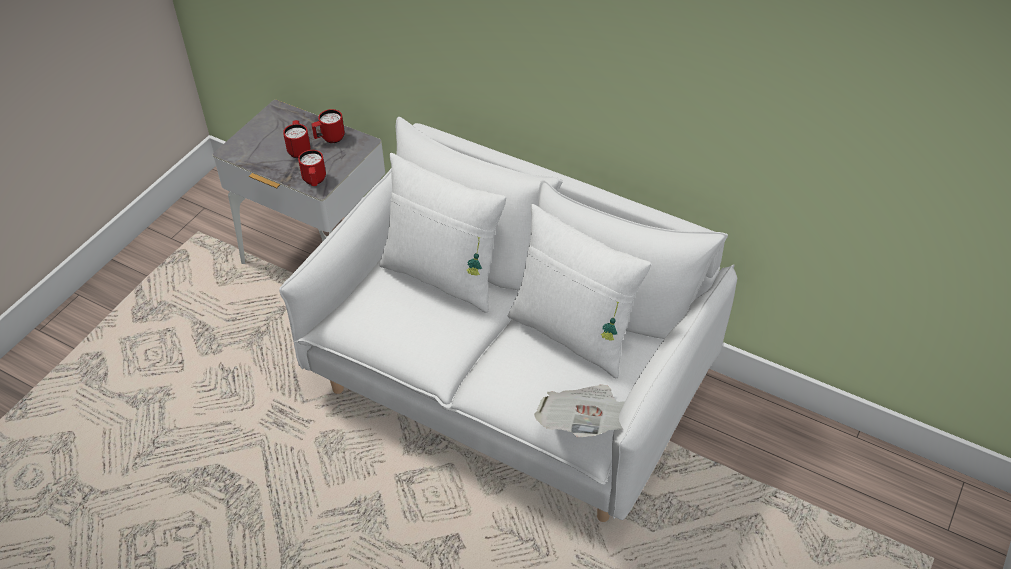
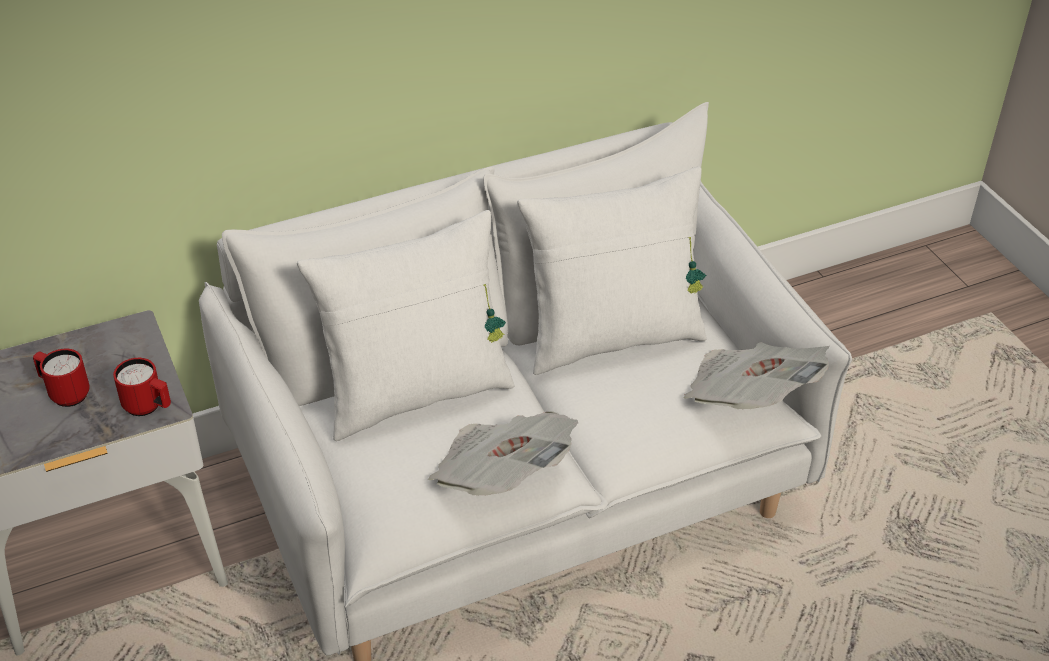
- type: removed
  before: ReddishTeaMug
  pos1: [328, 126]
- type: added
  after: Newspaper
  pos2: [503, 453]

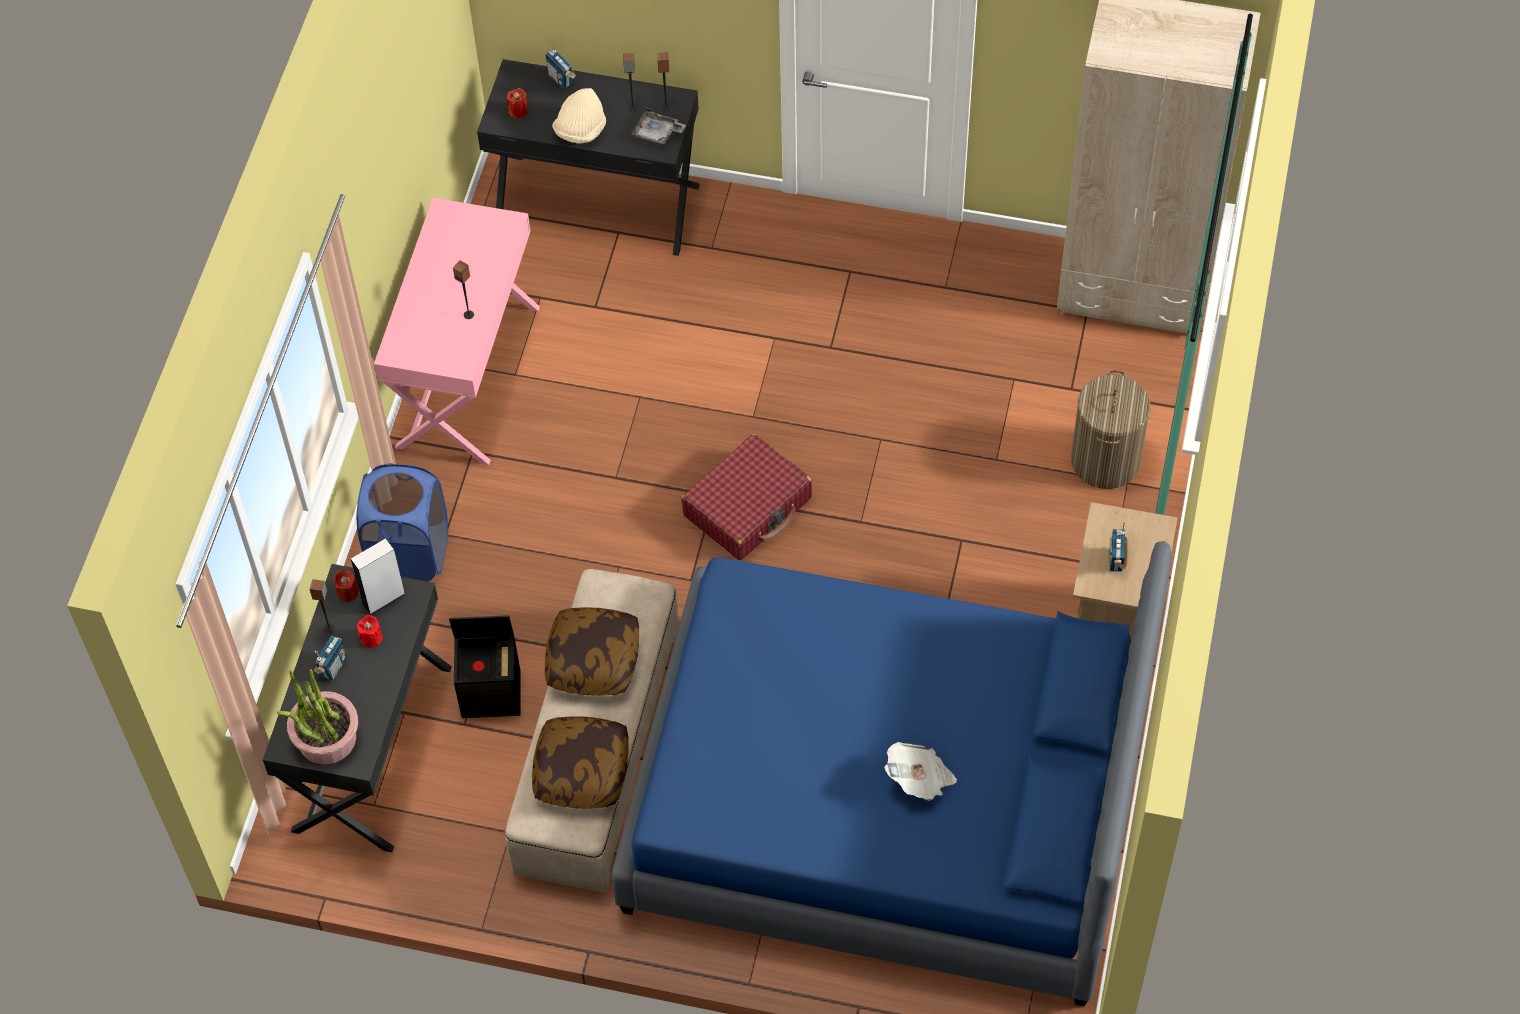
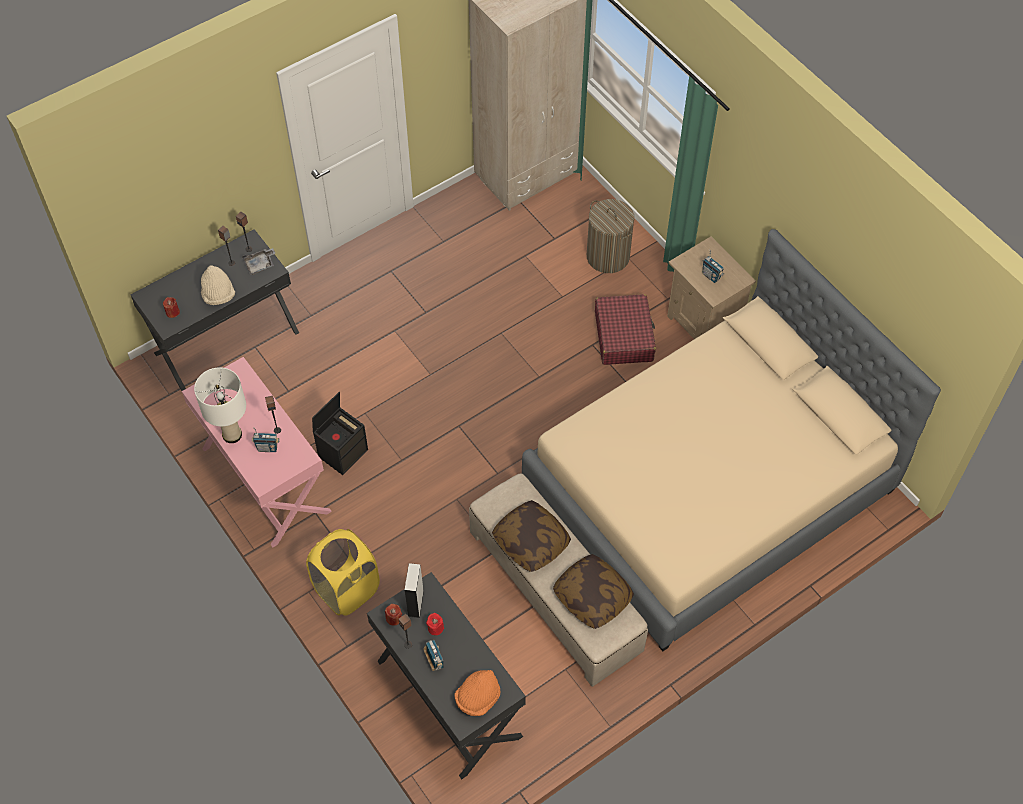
- type: moved
  before: RadioReceiver
  pos1: [560, 64]
  pos2: [265, 439]
- type: moved
  before: ReddishSuitcase
  pos1: [746, 497]
  pos2: [625, 329]
- type: recoloured
  before: BluishWashingBasket
  after: YellowColouredWashingBasket
  pos1: [402, 522]
  pos2: [343, 572]
- type: recoloured
  before: BluishBedroomBed
  after: BeigeColouredBedroomBed
  pos1: [892, 773]
  pos2: [731, 440]
- type: moved
  before: BlackStorageBox
  pos1: [485, 666]
  pos2: [340, 433]
- type: replaced
  before: PottedPlant
  after: OrangeColouredWearableHat
  pos1: [317, 717]
  pos2: [477, 693]
- type: removed
  before: Newspaper
  pos1: [920, 771]
- type: added
  after: WhiteLampForATable
  pos2: [220, 405]

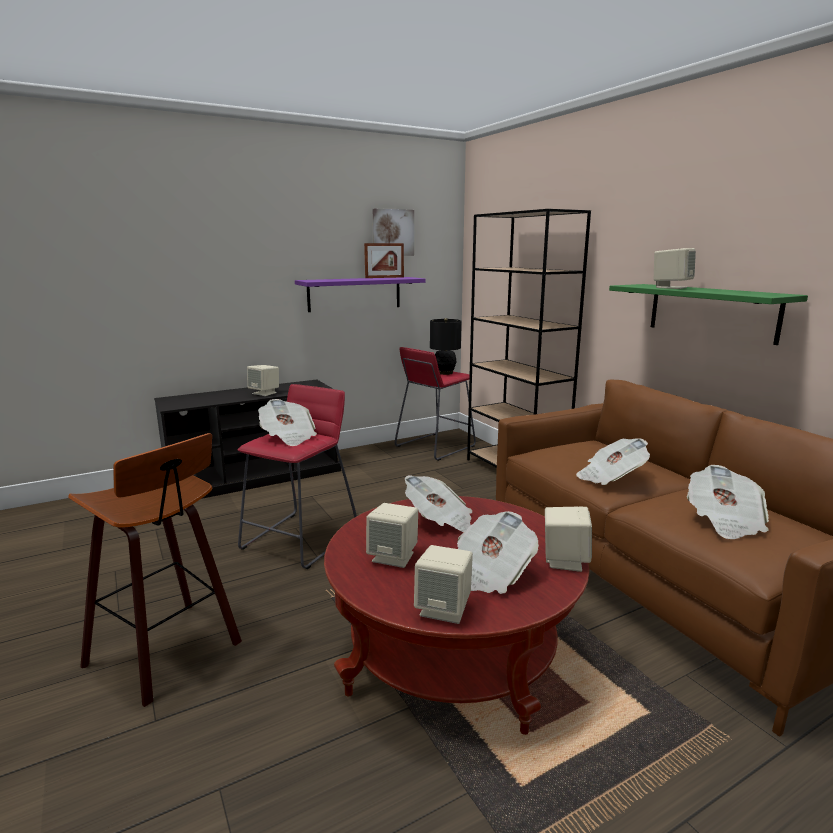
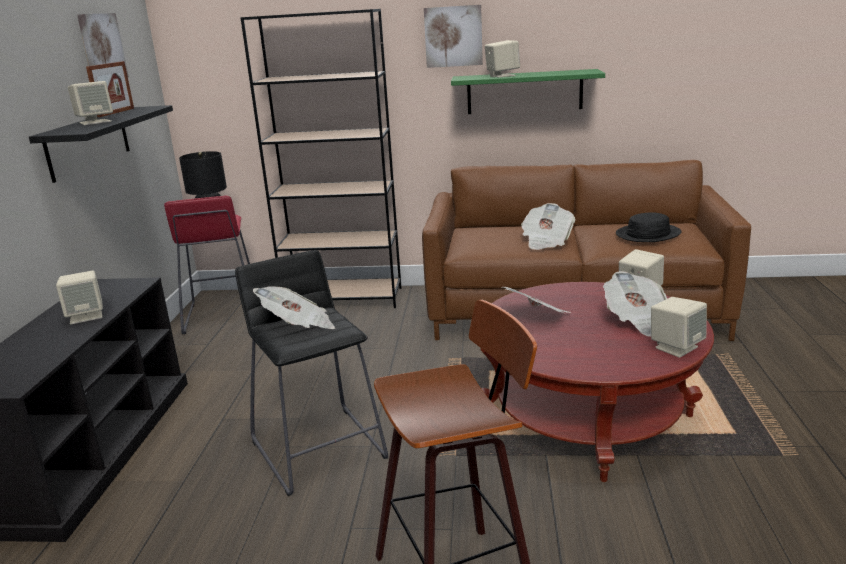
- type: recoloured
  before: PurplishBracketShelf
  after: BlackBracketShelf
  pos1: [360, 294]
  pos2: [101, 144]
- type: recoloured
  before: ReddishSittingStool
  after: BlackSittingStool
  pos1: [297, 476]
  pos2: [311, 373]
- type: replaced
  before: Newspaper
  after: BlackWearableHat
  pos1: [728, 502]
  pos2: [648, 227]
- type: moved
  before: BeigeColouredSpeaker
  pos1: [392, 535]
  pos2: [90, 103]
- type: added
  after: WallPicture
  pos2: [453, 36]

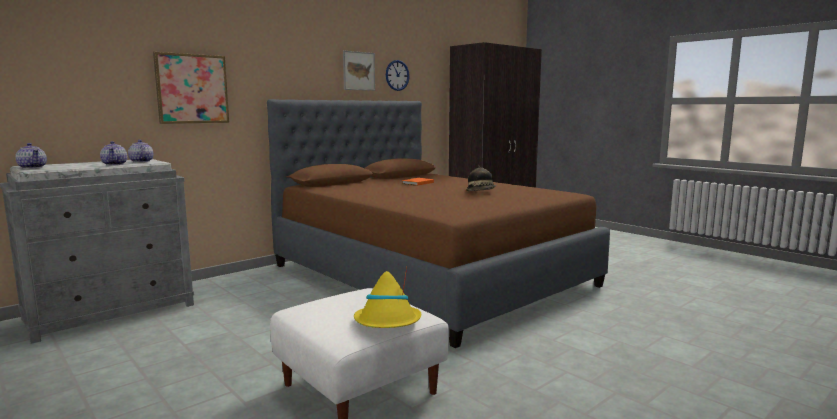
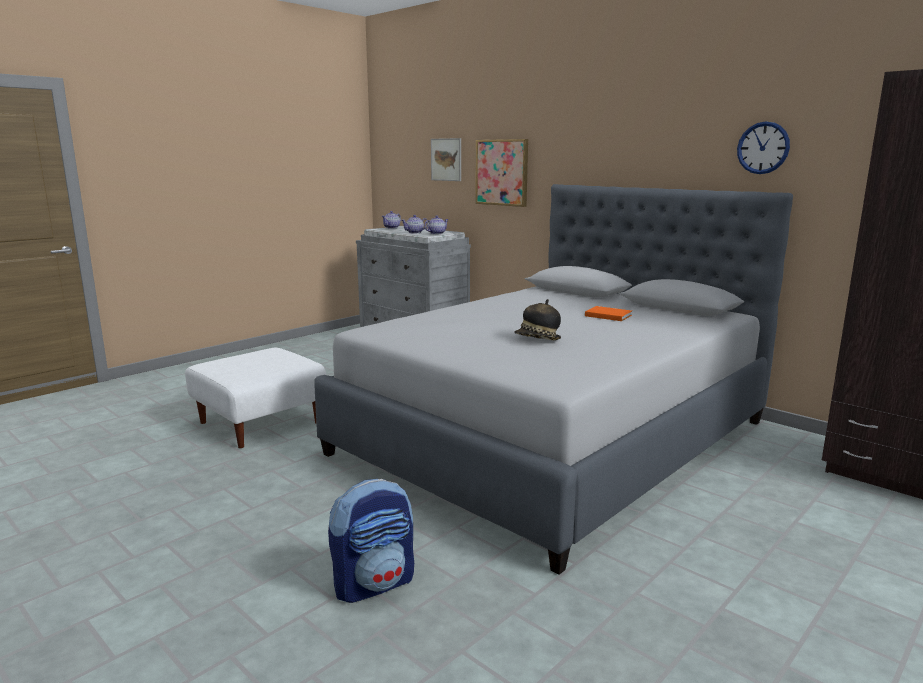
- type: moved
  before: WallPicture
  pos1: [359, 71]
  pos2: [446, 159]
- type: recoloured
  before: BrownColouredBedroomBed
  after: GreyBedroomBed
  pos1: [438, 223]
  pos2: [553, 379]
- type: removed
  before: YellowColouredWearableHat
  pos1: [387, 297]
- type: added
  after: Knapsack
  pos2: [371, 541]

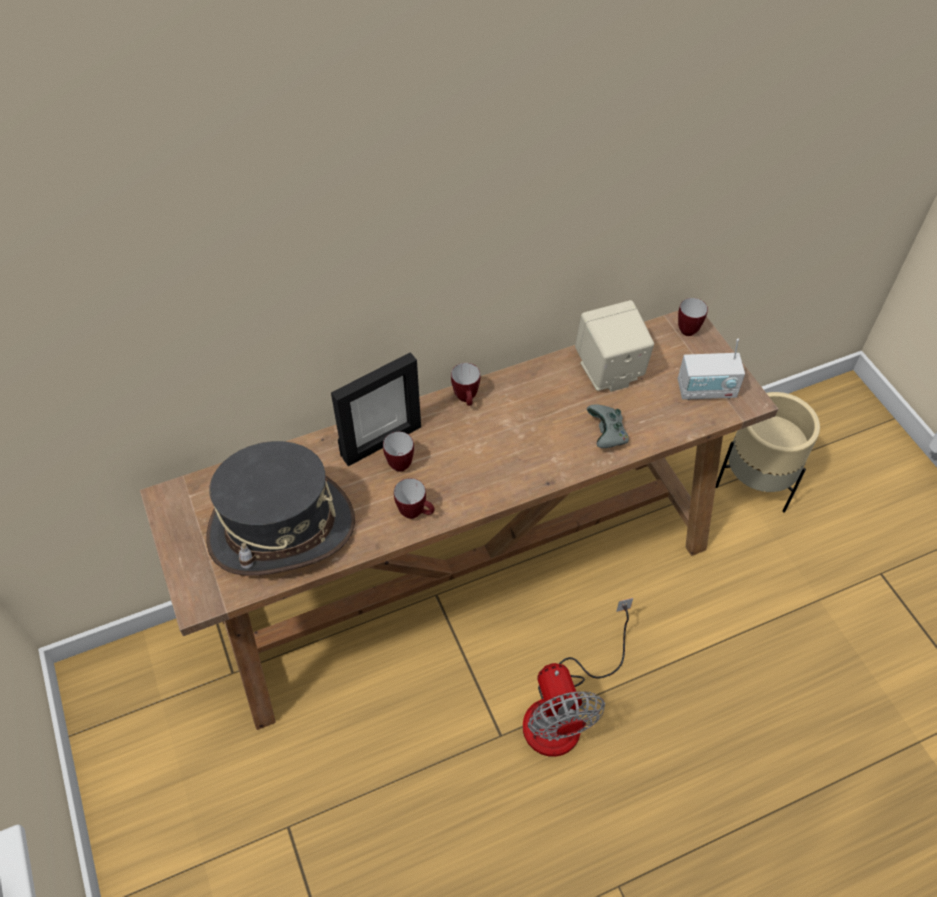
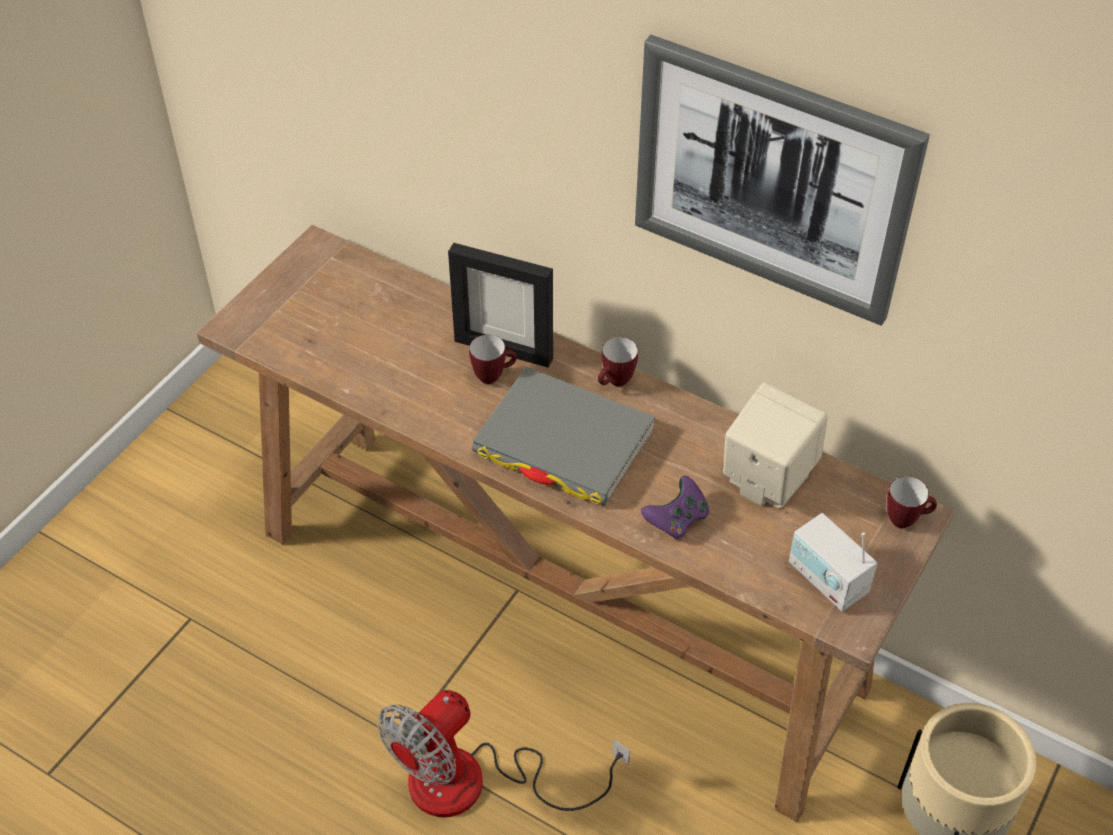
- type: recoloured
  before: GreyGamepad
  after: PurplishGamepad
  pos1: [608, 426]
  pos2: [675, 508]
- type: removed
  before: GreyWearableHat
  pos1: [281, 508]
- type: removed
  before: TeaMug
  pos1: [414, 498]
- type: added
  after: WallPicture
  pos2: [782, 180]
- type: added
  after: GreyVolume
  pos2: [563, 436]

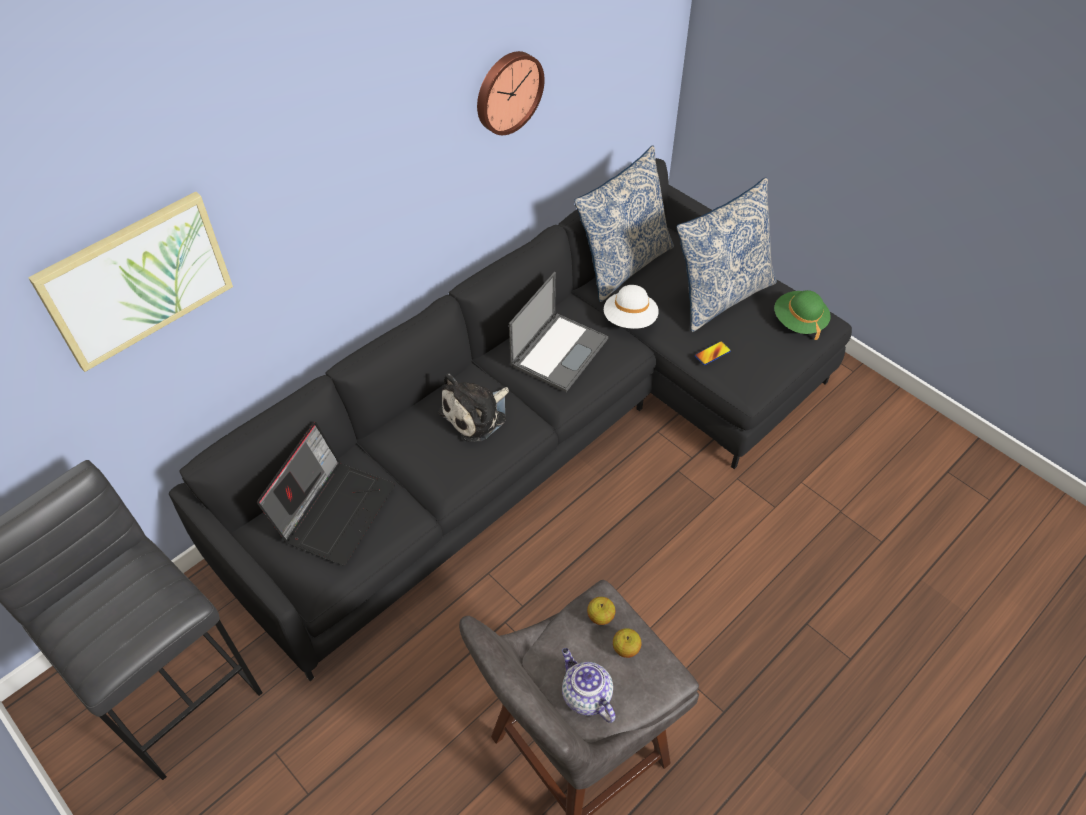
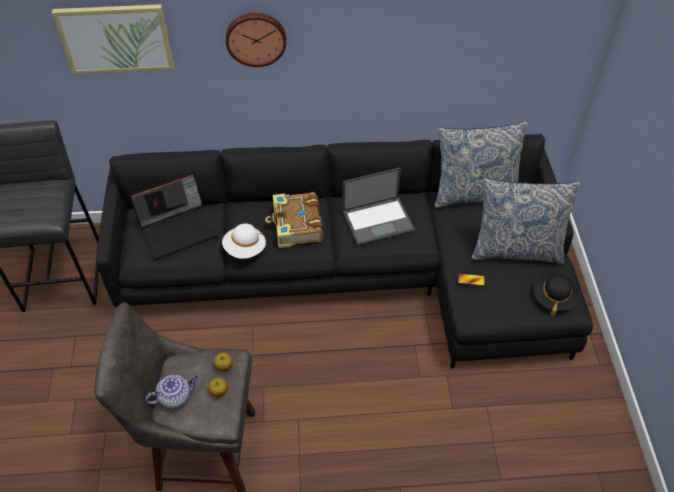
- type: moved
  before: HangingClock
  pos1: [511, 93]
  pos2: [256, 40]
- type: moved
  before: WhiteWearableHat
  pos1: [631, 307]
  pos2: [244, 241]
- type: recoloured
  before: GreenishWearableHat
  after: BlackWearableHat
  pos1: [802, 315]
  pos2: [555, 294]
- type: replaced
  before: CuddlyToy
  after: Volume
  pos1: [474, 408]
  pos2: [294, 220]
- type: turned
  before: PotForTea
  pos1: [589, 685]
  pos2: [171, 392]
  turn: 60

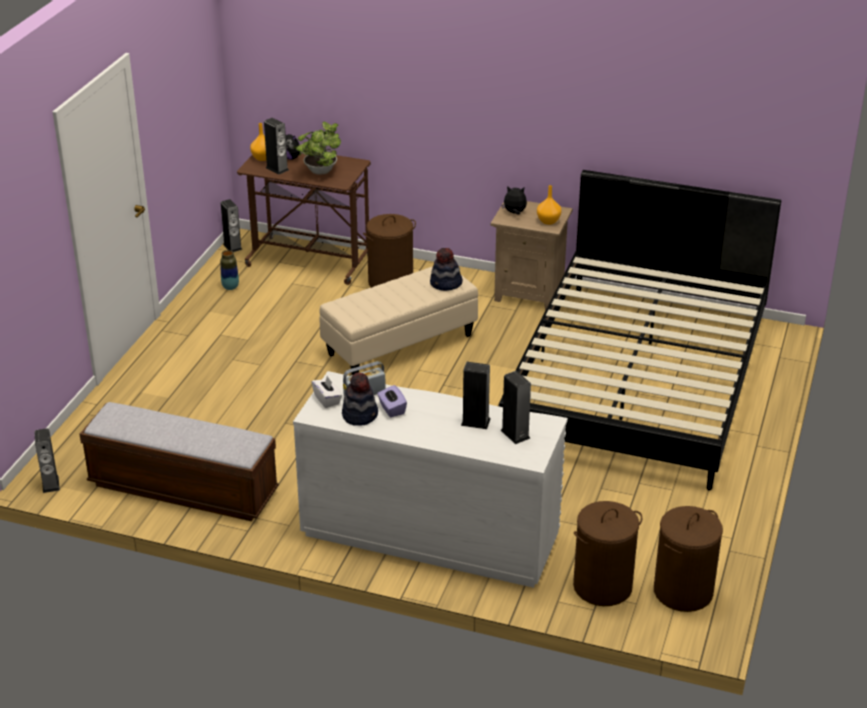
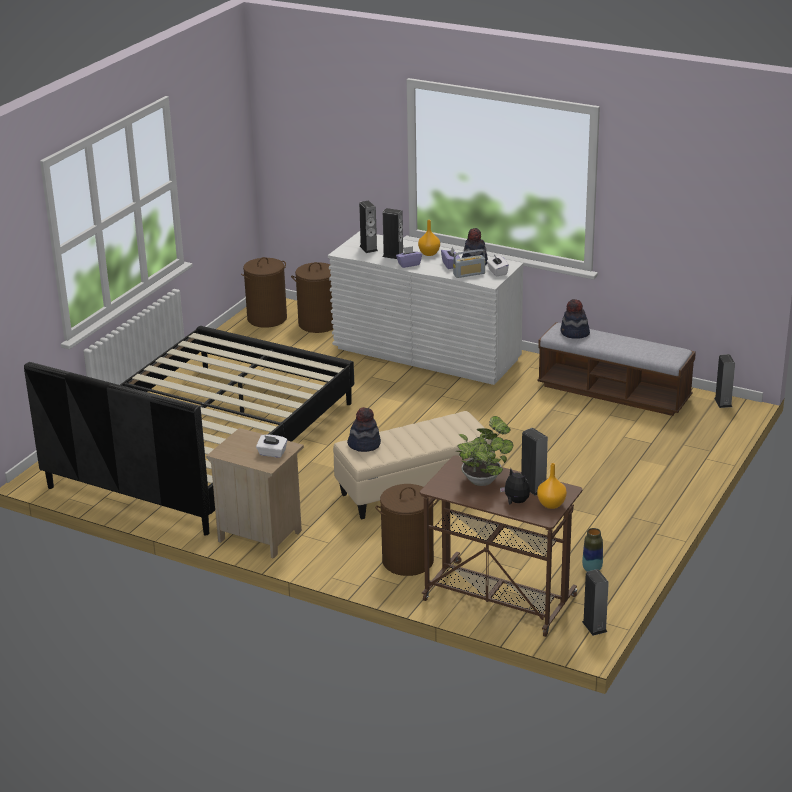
- type: moved
  before: OrangeColouredDecorativeVase
  pos1: [549, 205]
  pos2: [429, 238]
- type: replaced
  before: CuddlyToy
  after: WhiteTissueHolder
  pos1: [514, 200]
  pos2: [271, 446]
- type: added
  after: PurplishTissueHolder
  pos2: [409, 257]
- type: added
  after: WearableHat
  pos2: [575, 319]

